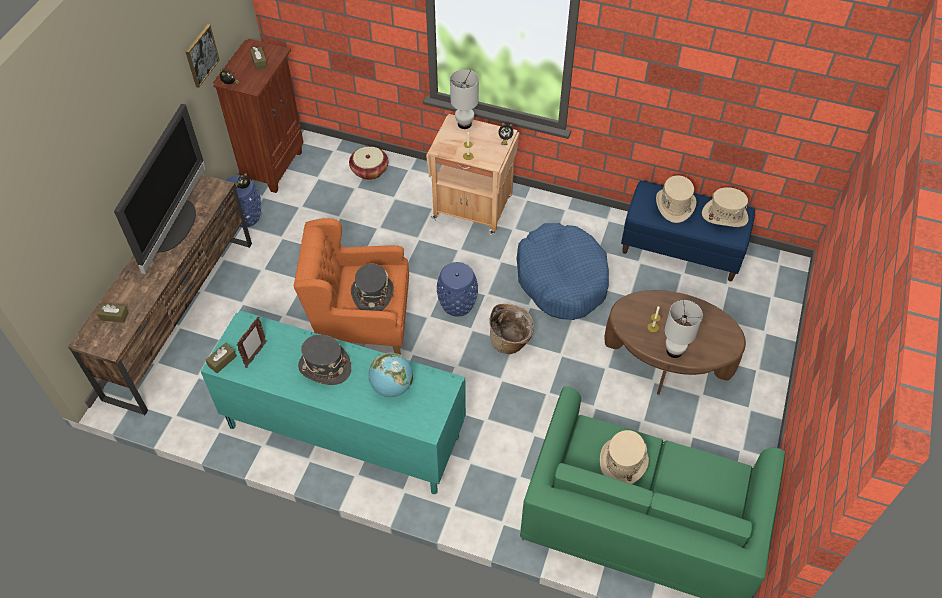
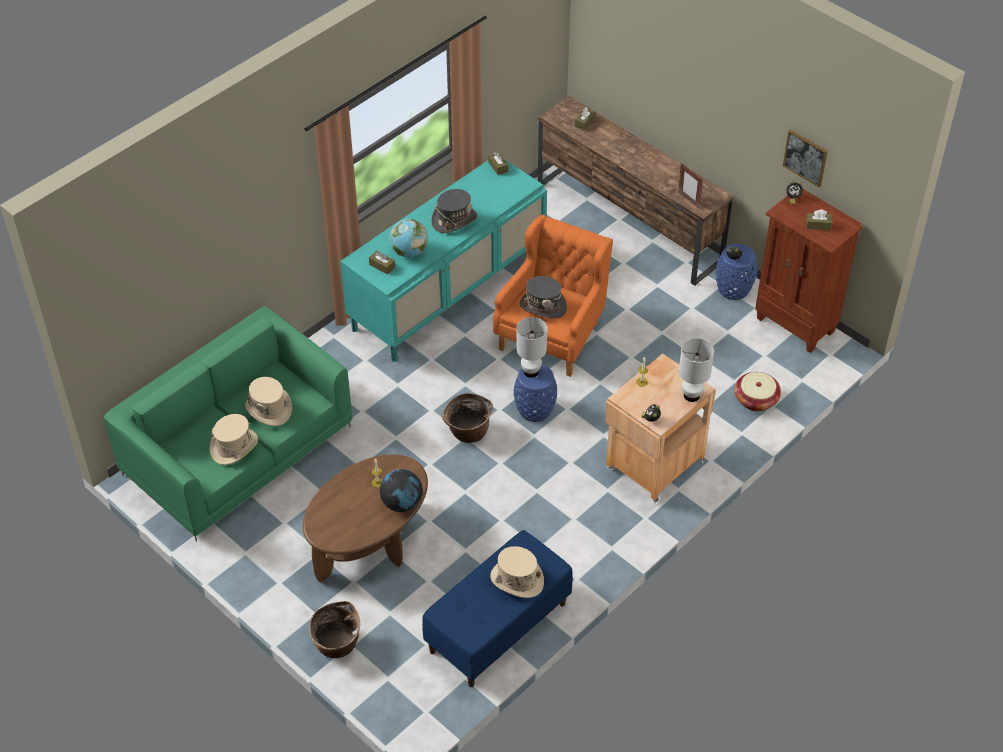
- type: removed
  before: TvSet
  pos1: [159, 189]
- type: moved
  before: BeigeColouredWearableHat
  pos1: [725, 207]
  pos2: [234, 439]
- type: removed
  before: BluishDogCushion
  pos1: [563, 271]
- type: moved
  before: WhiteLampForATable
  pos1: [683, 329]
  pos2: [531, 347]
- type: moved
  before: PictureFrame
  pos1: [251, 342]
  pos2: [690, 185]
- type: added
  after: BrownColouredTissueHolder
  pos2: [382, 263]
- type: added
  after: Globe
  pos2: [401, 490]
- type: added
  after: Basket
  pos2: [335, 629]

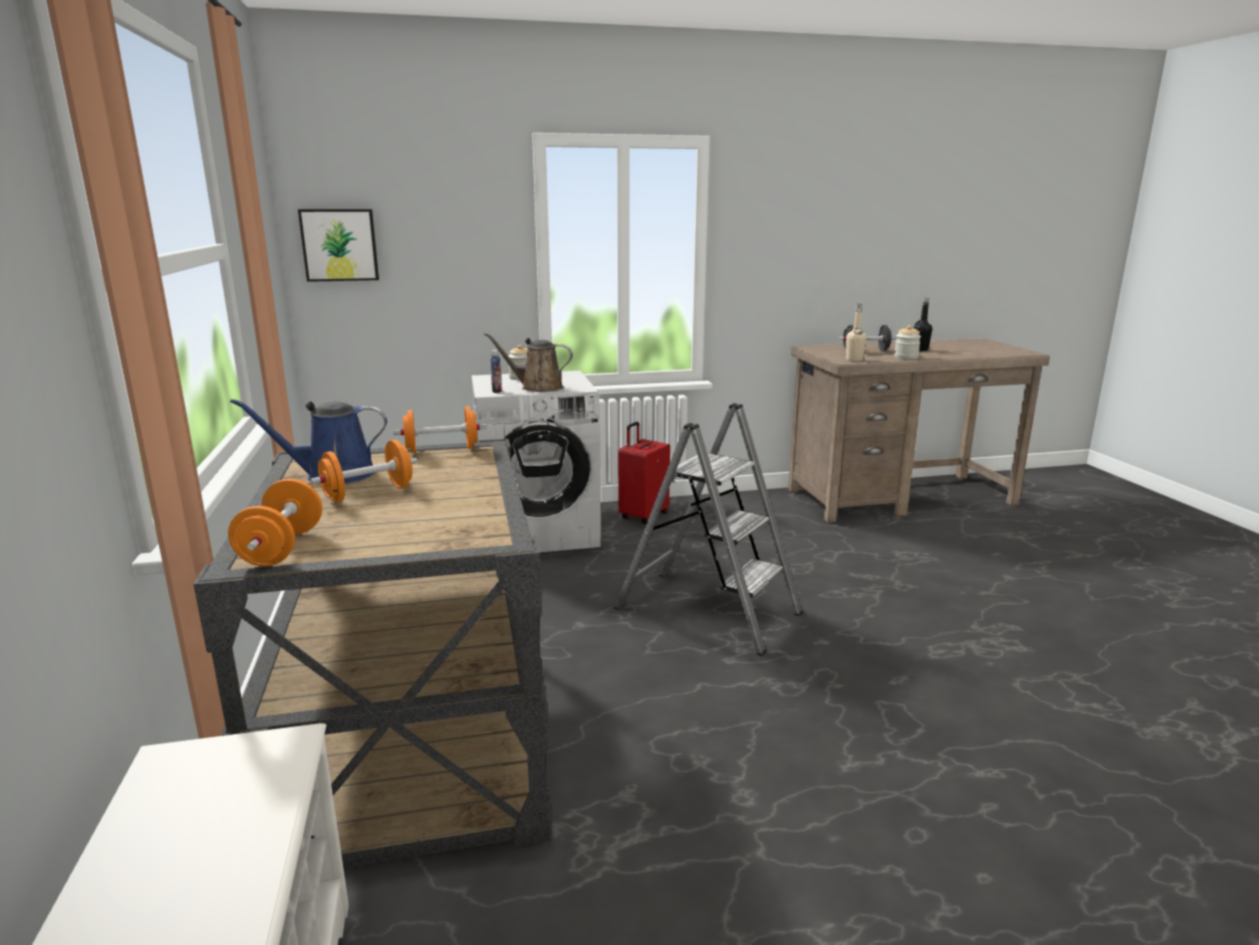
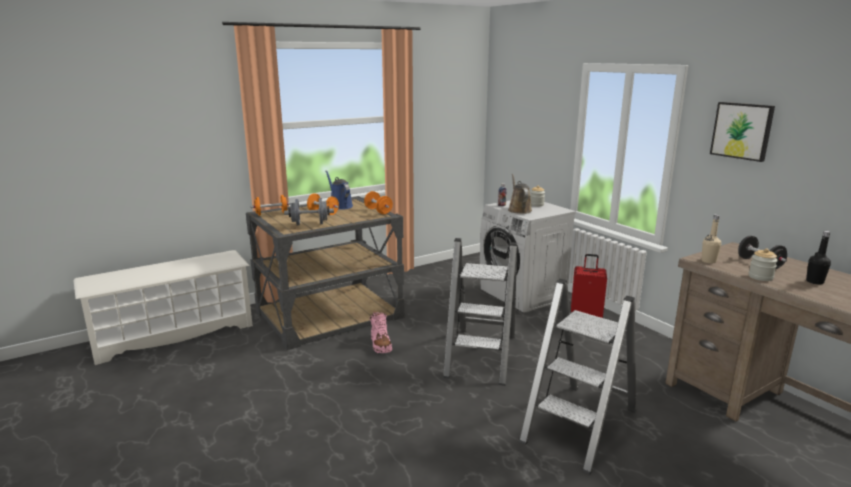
- type: moved
  before: WallPicture
  pos1: [338, 245]
  pos2: [742, 132]
- type: added
  after: GreyHandWeight
  pos2: [309, 211]
- type: added
  after: GreyStepStool
  pos2: [577, 376]
- type: added
  after: PinkishBoot
  pos2: [381, 332]

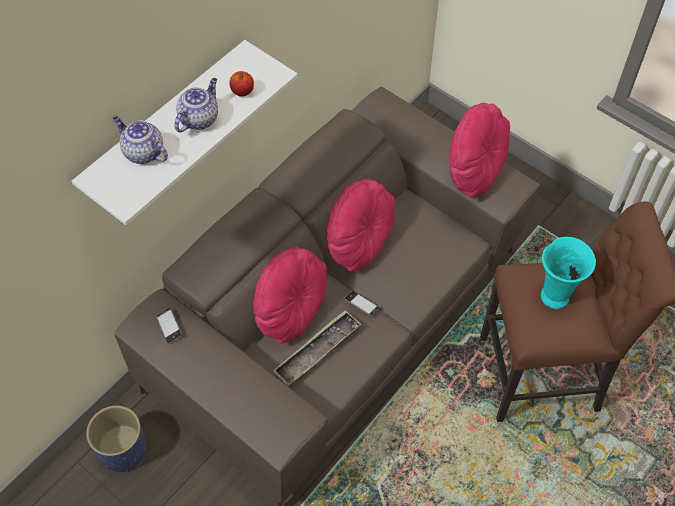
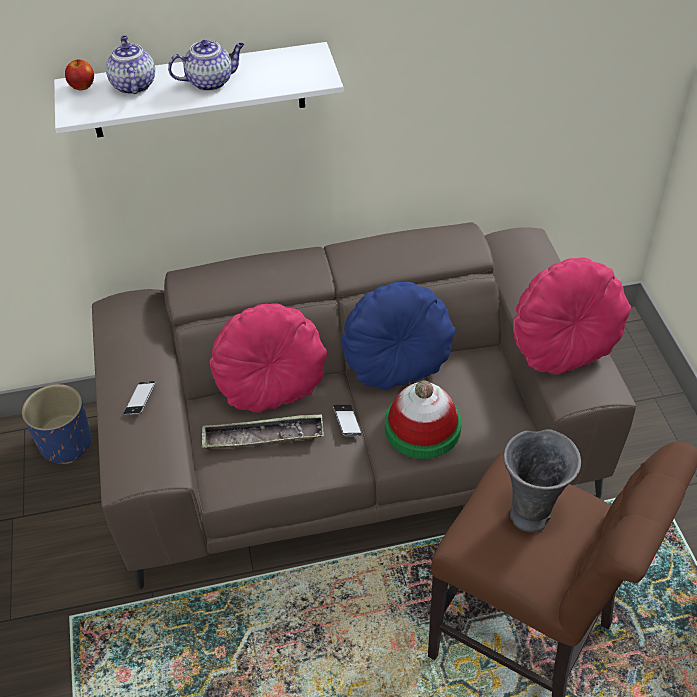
- type: moved
  before: Apple
  pos1: [241, 84]
  pos2: [79, 75]
- type: recoloured
  before: PinkishThrowPillow
  after: BluishThrowPillow
  pos1: [361, 224]
  pos2: [398, 336]
- type: recoloured
  before: BlueGreenDecorativeVase
  after: GreyDecorativeVase
  pos1: [568, 273]
  pos2: [542, 480]
- type: moved
  before: Phone
  pos1: [169, 326]
  pos2: [140, 398]
- type: added
  after: WearableHat
  pos2: [423, 420]

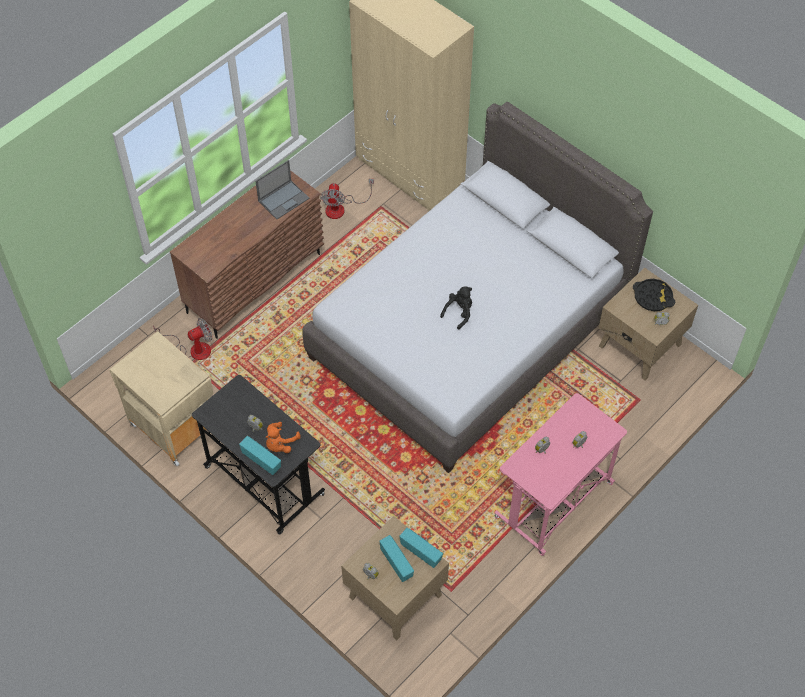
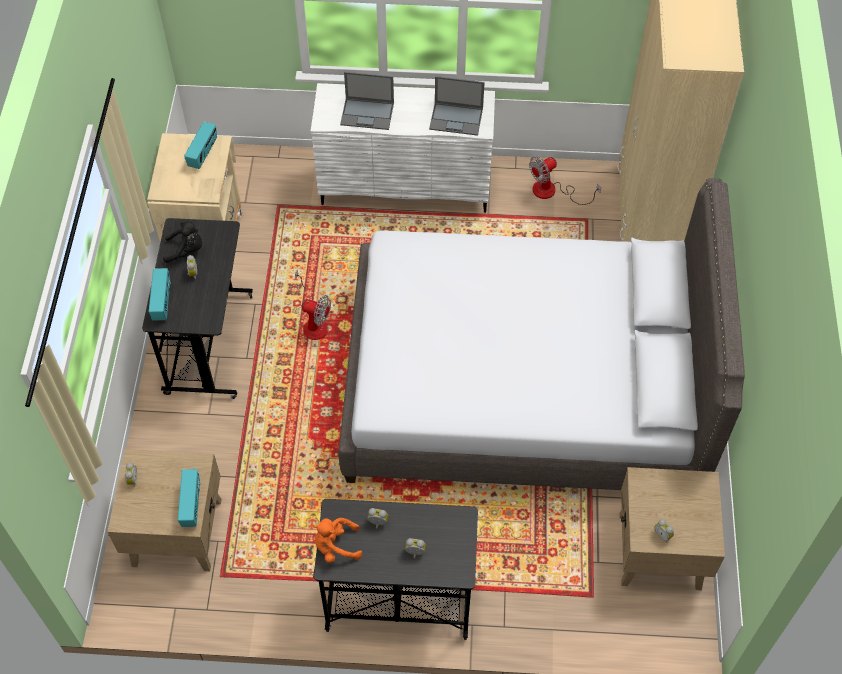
- type: recoloured
  before: BrownColouredDrawerChest
  after: WhiteDrawerChest
  pos1: [247, 254]
  pos2: [402, 148]
- type: removed
  before: BlackTray
  pos1: [654, 295]
- type: moved
  before: BlackCuddlyToy
  pos1: [456, 308]
  pos2: [182, 242]
- type: moved
  before: CoolingFan
  pos1: [182, 339]
  pos2: [313, 304]
- type: recoloured
  before: PinkishDesk
  after: BlackDesk
  pos1: [560, 474]
  pos2: [395, 569]
- type: moved
  before: OrangeColouredCuddlyToy
  pos1: [283, 437]
  pos2: [337, 540]
- type: moved
  before: RadioReceiver
  pos1: [396, 558]
  pos2: [200, 145]
- type: added
  after: PortableComputer
  pos2: [367, 101]

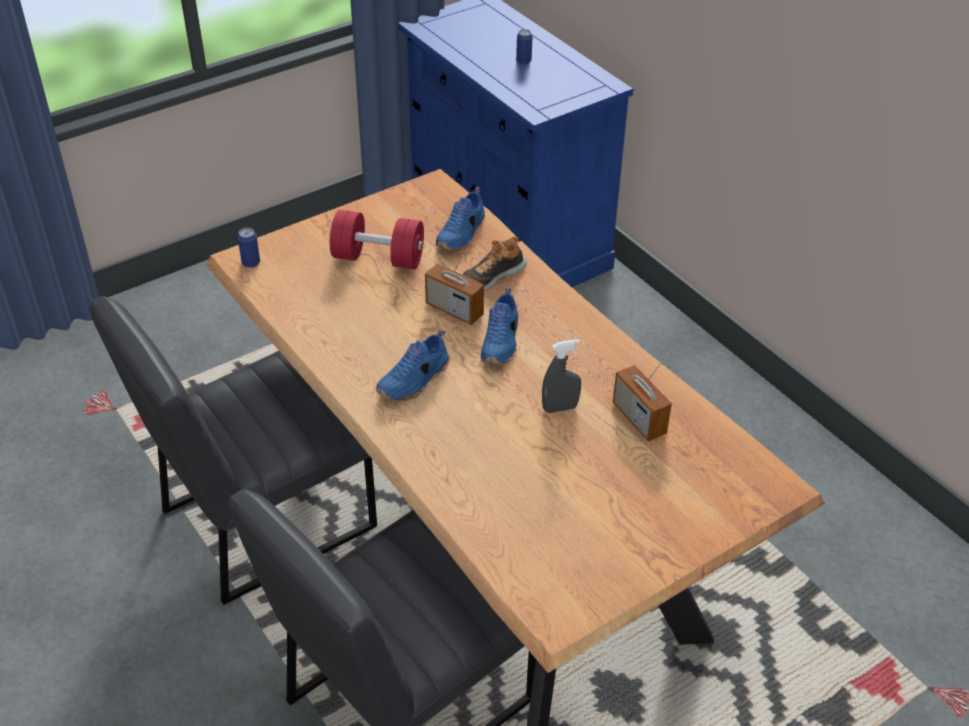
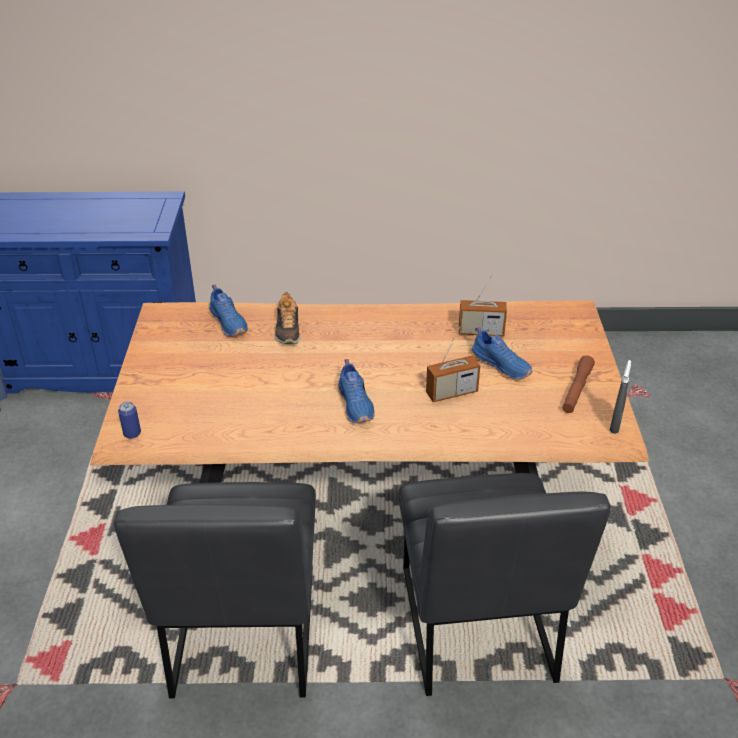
- type: removed
  before: Can
  pos1: [524, 46]
- type: removed
  before: ReddishHandWeight
  pos1: [377, 239]
- type: moved
  before: RadioReceiver
  pos1: [454, 282]
  pos2: [453, 364]
- type: moved
  before: BluishLowShoe
  pos1: [499, 325]
  pos2: [501, 353]
- type: moved
  before: GreySprayer
  pos1: [561, 376]
  pos2: [620, 397]
- type: added
  after: BrownColouredFlashlight
  pos2: [578, 384]

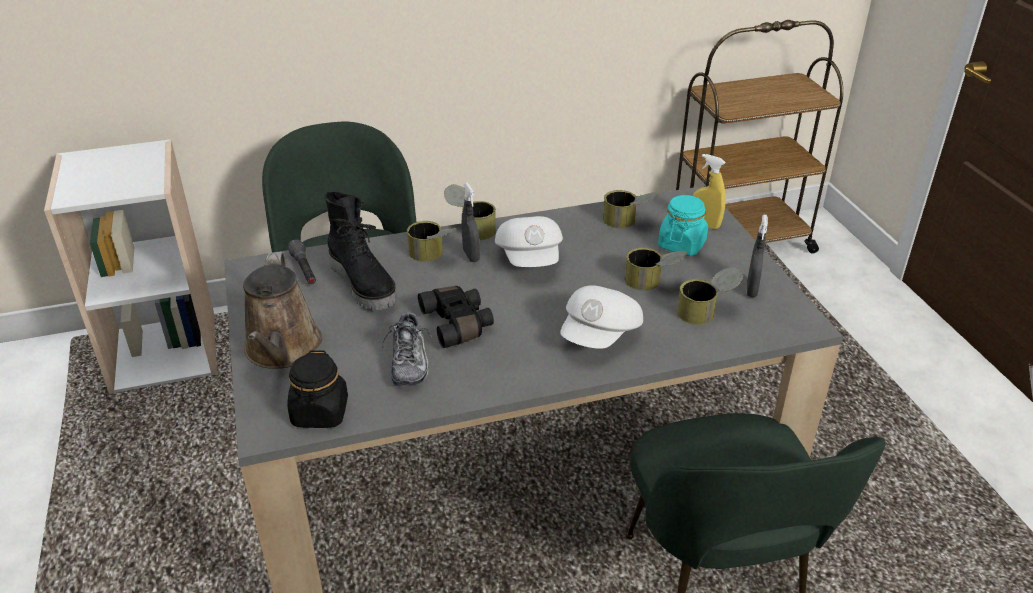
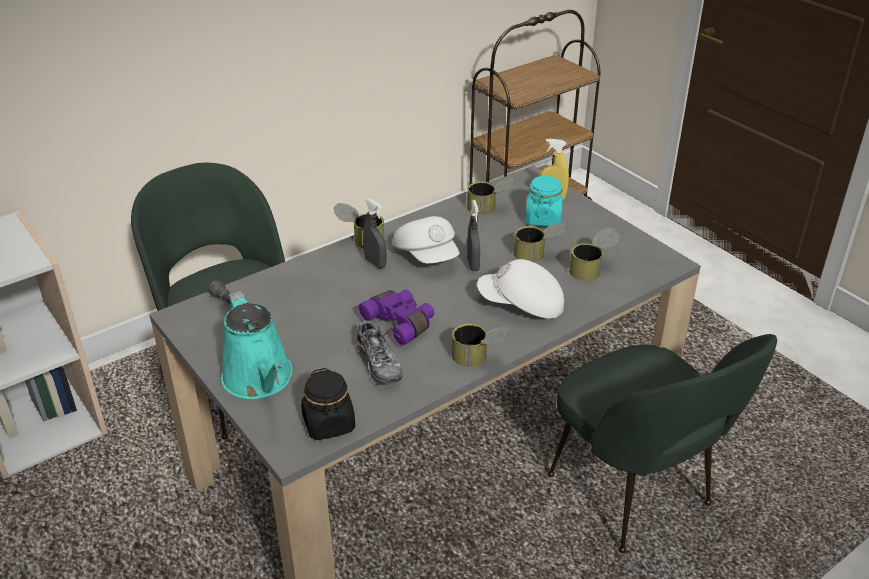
- type: removed
  before: BlackBoot
  pos1: [361, 250]
- type: moved
  before: GreySprayer
  pos1: [757, 256]
  pos2: [473, 235]
- type: moved
  before: Can
  pos1: [432, 241]
  pos2: [481, 345]
- type: recoloured
  before: BrownColouredWateringCan
  after: BlueGreenWateringCan
  pos1: [282, 310]
  pos2: [257, 345]
- type: turned
  before: WhitePeakedCap
  pos1: [601, 317]
  pos2: [520, 289]
  turn: 90
- type: recoloured
  before: BlackBinoculars
  after: PurplishBinoculars
  pos1: [456, 317]
  pos2: [396, 318]

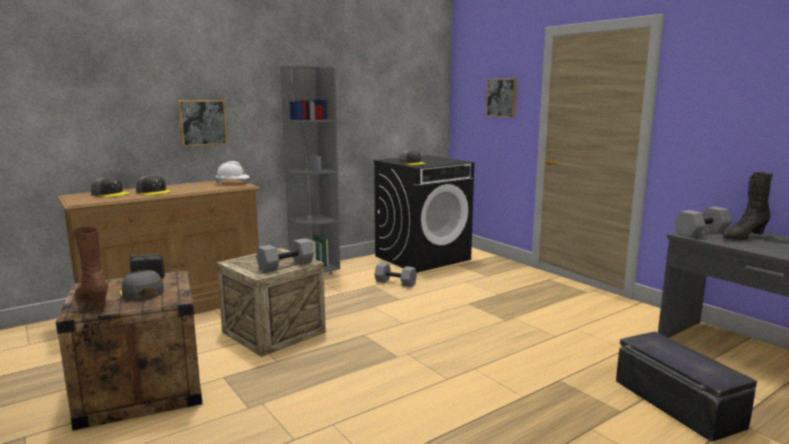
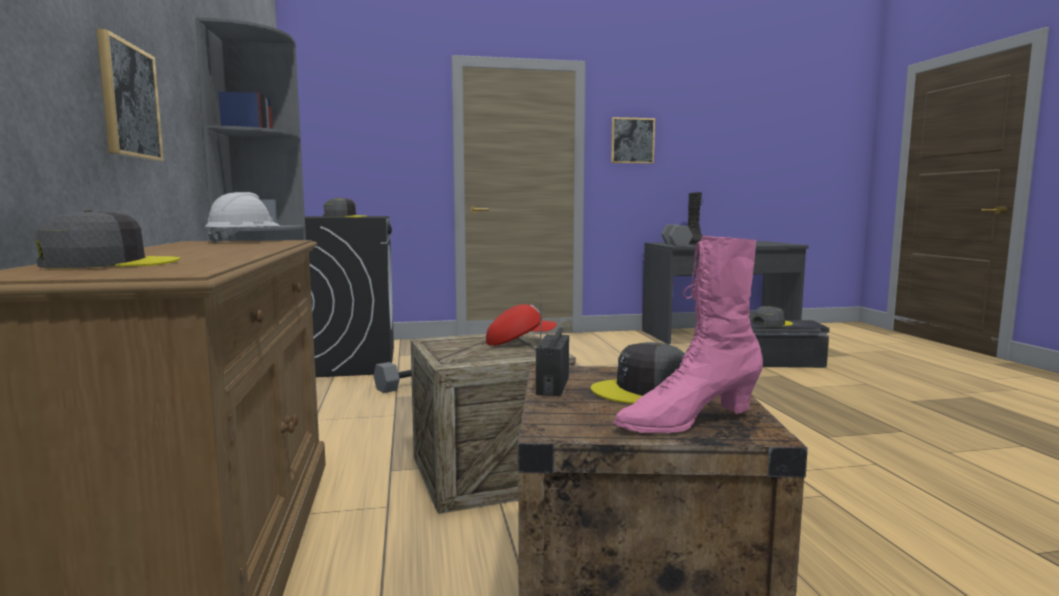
- type: moved
  before: WallPicture
  pos1: [501, 98]
  pos2: [633, 140]
- type: moved
  before: GreyPeakedCap
  pos1: [153, 185]
  pos2: [772, 316]
- type: recoloured
  before: BrownColouredBoot
  after: PinkishBoot
  pos1: [90, 267]
  pos2: [688, 334]
- type: replaced
  before: GreyHandWeight
  after: ReddishPeakedCap
  pos1: [285, 255]
  pos2: [521, 325]

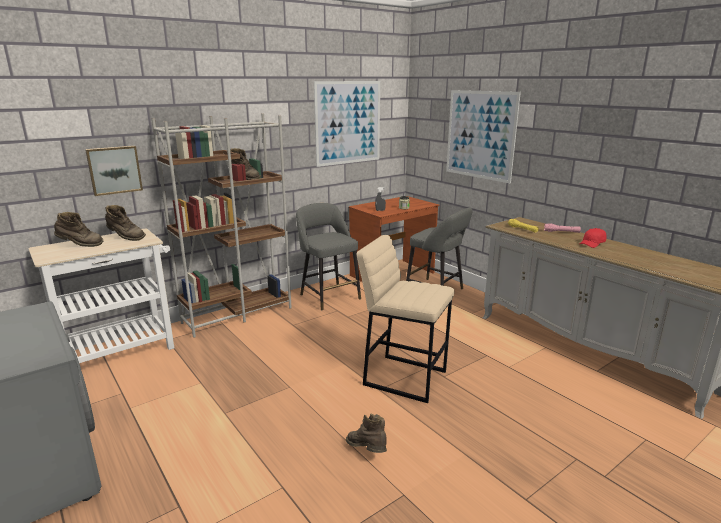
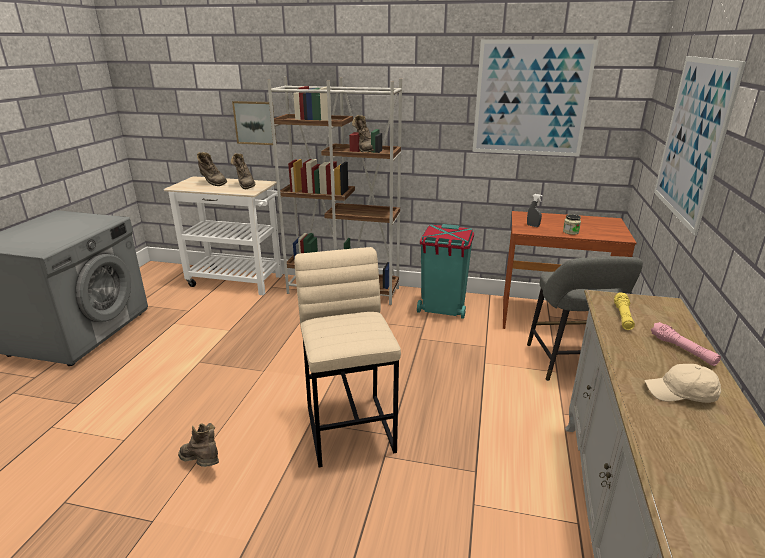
- type: replaced
  before: GreySittingStool
  after: BlueGreenWasteBin
  pos1: [328, 256]
  pos2: [445, 271]
- type: recoloured
  before: ReddishPeakedCap
  after: BeigeColouredPeakedCap
  pos1: [593, 238]
  pos2: [682, 383]
- type: turned
  before: BrownColouredBoot
  pos1: [366, 433]
  pos2: [198, 445]
  turn: -60

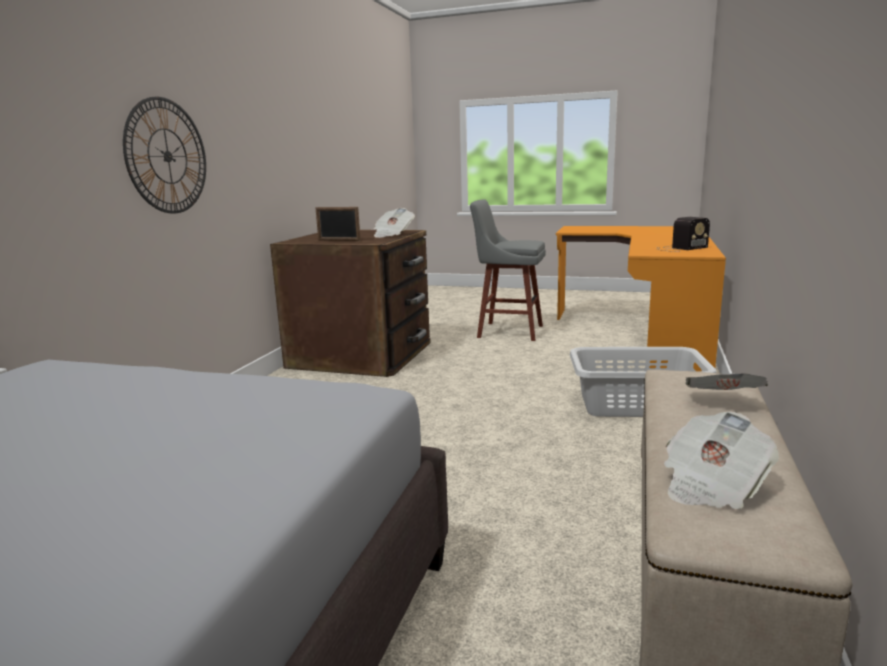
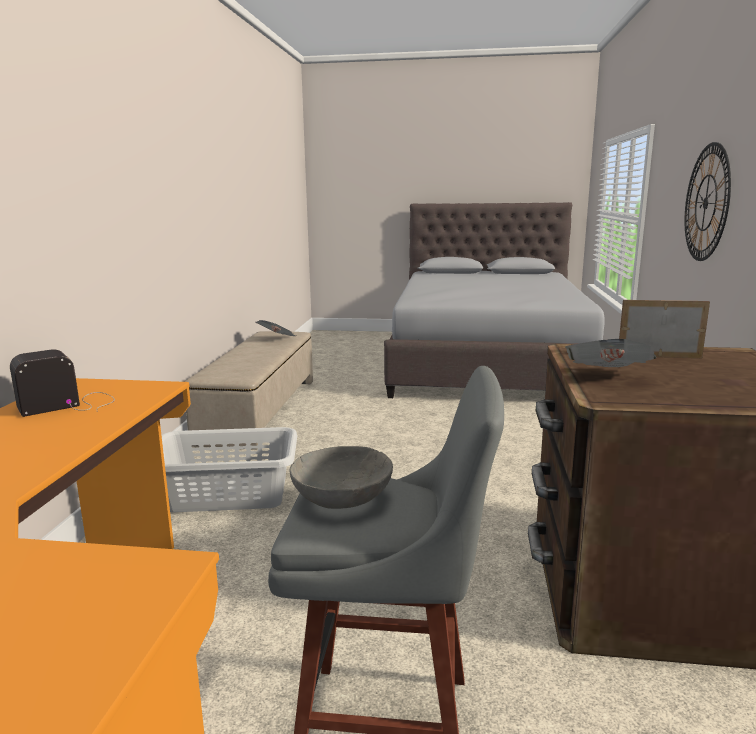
- type: removed
  before: Newspaper
  pos1: [726, 382]
- type: added
  after: GreyDeepDish
  pos2: [341, 477]

